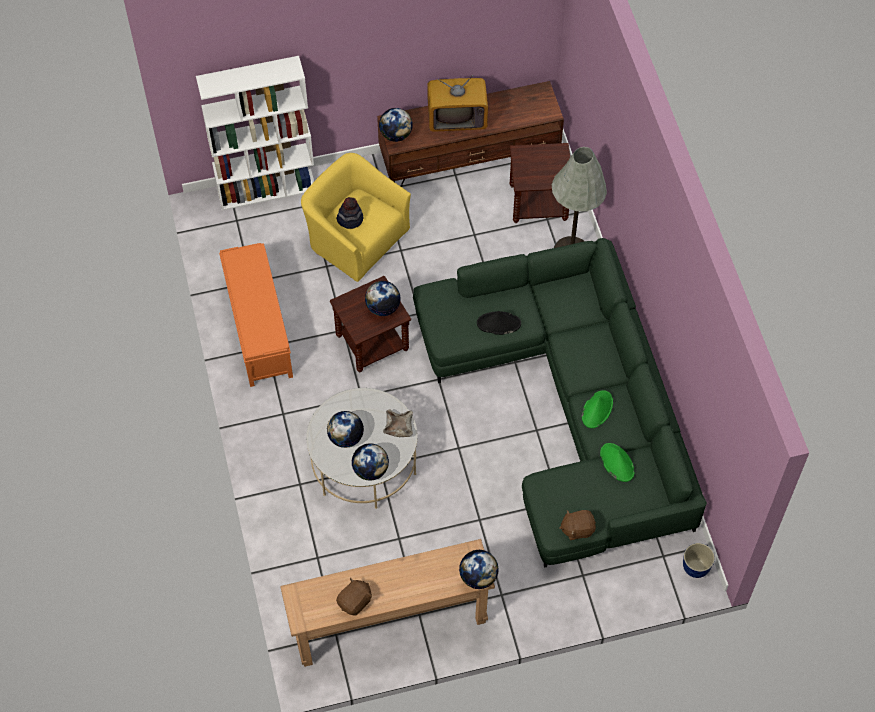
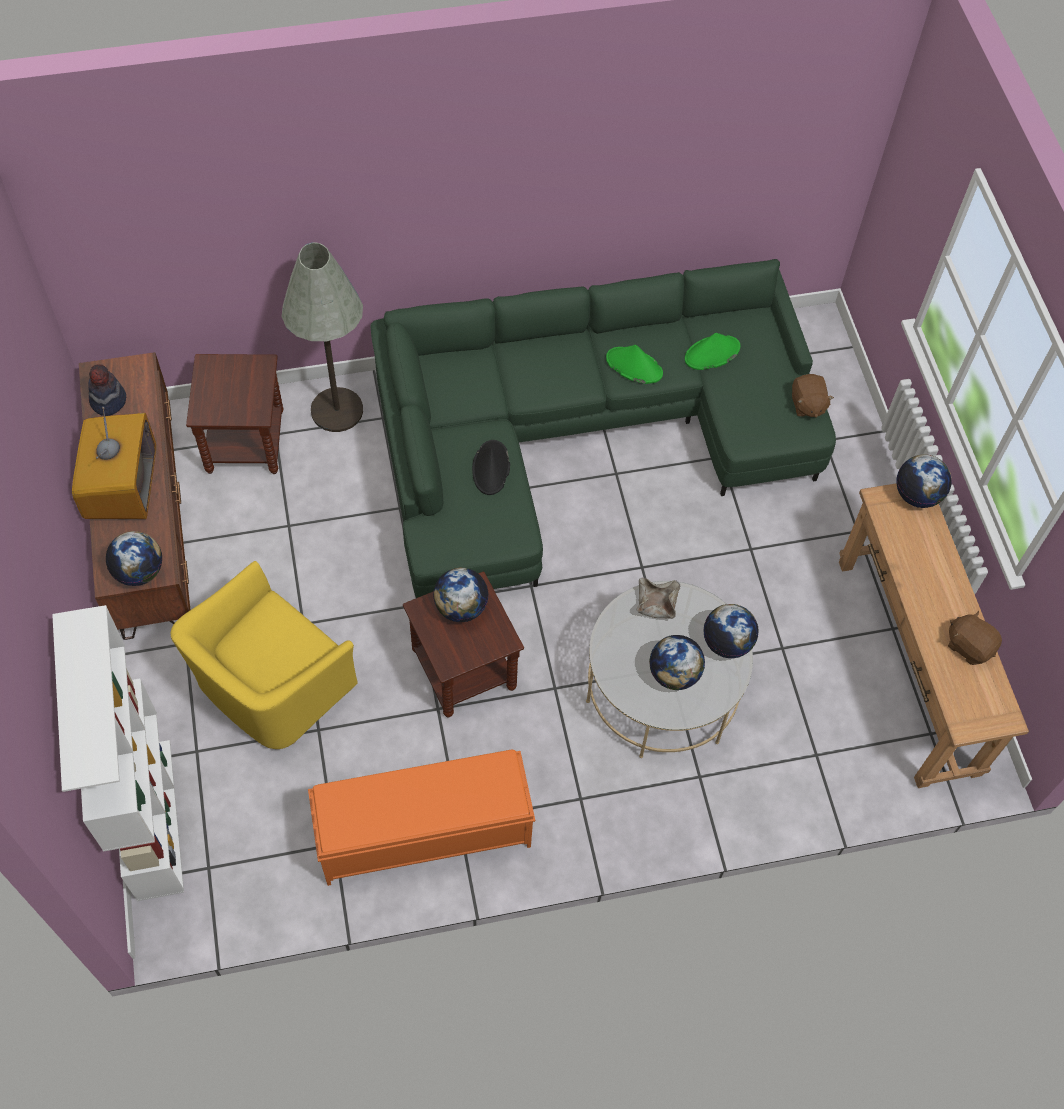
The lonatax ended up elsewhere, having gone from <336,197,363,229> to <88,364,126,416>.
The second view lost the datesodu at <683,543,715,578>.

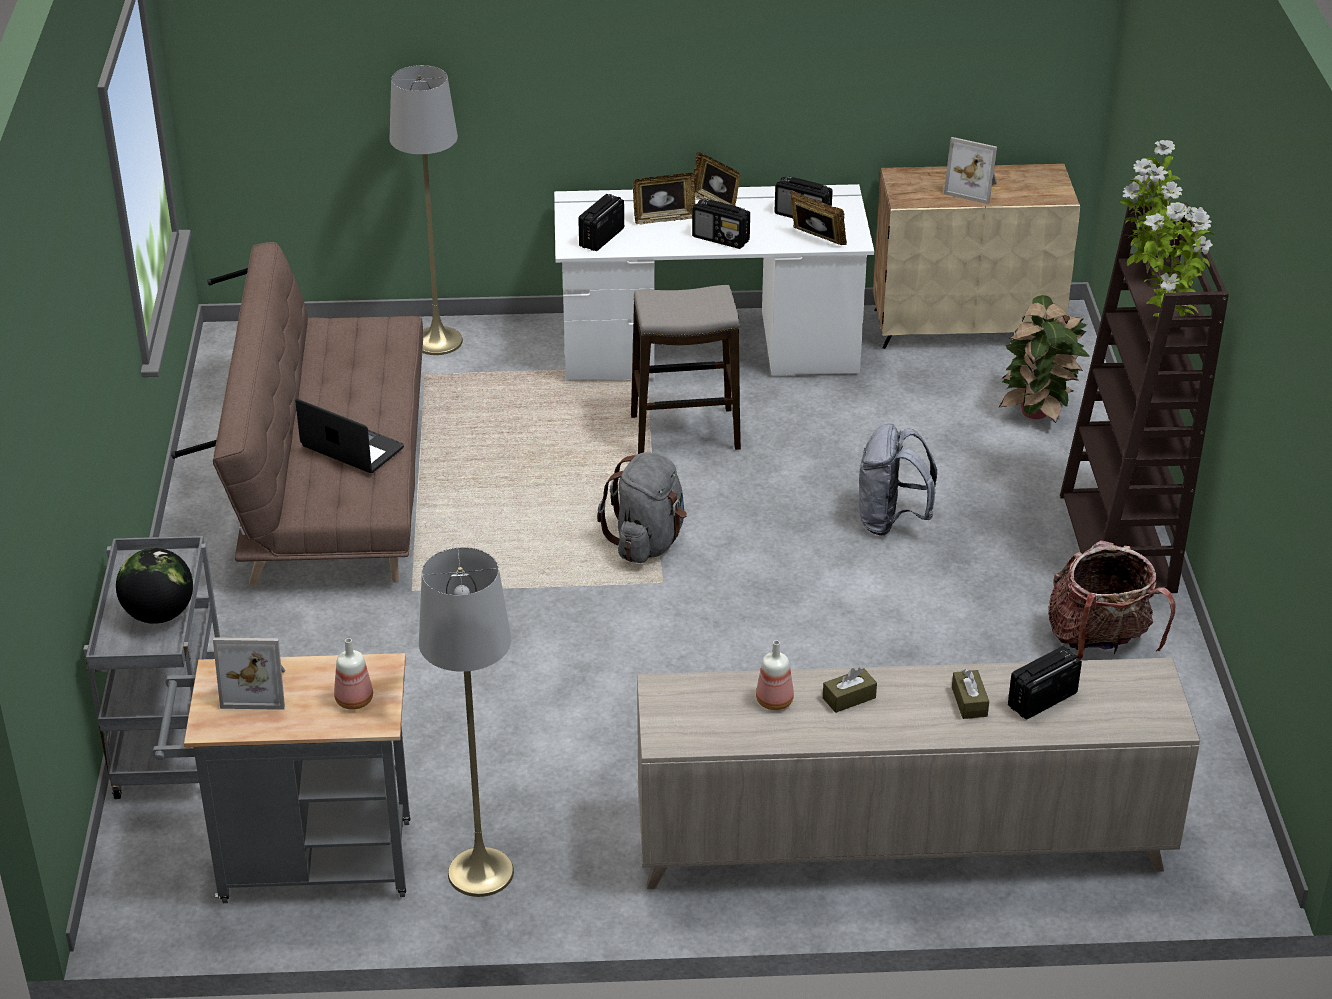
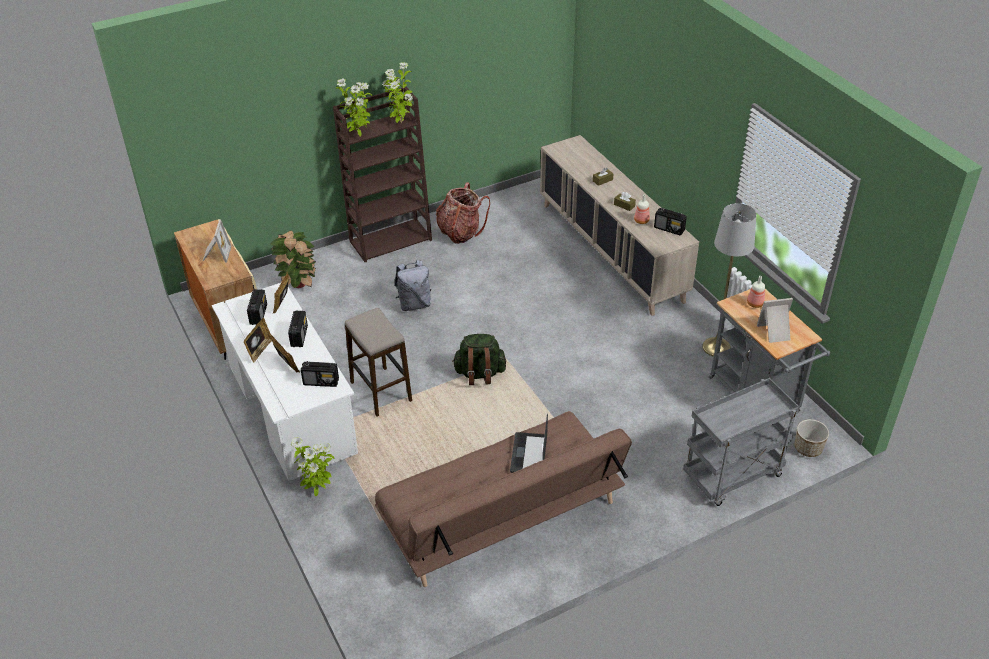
The second view lost the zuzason at <116,548,193,624>.
The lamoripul at <213,637,285,710> ended up facing another way, 75 degrees counterclockwise from before.
The second view lost the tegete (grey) at <390,65,463,355>.
What was the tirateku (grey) at <597,452,687,563> turned into the tirateku (green) at <452,334,506,385>.
The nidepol ended up elsewhere, having gone from <1008,646,1082,720> to <654,208,687,236>.
The second view gained the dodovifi at <291,437,334,496>.
The second view gained the datesodu at <795,419,829,457>.

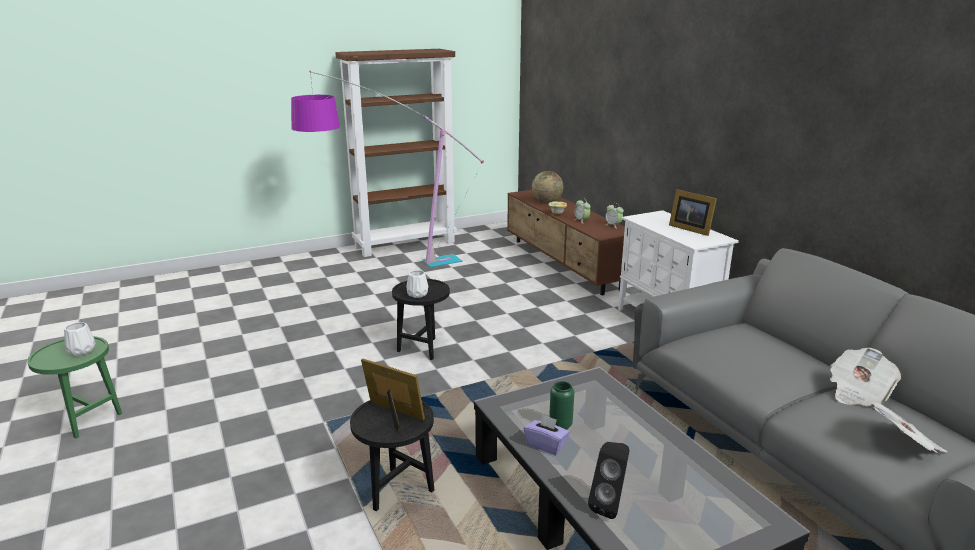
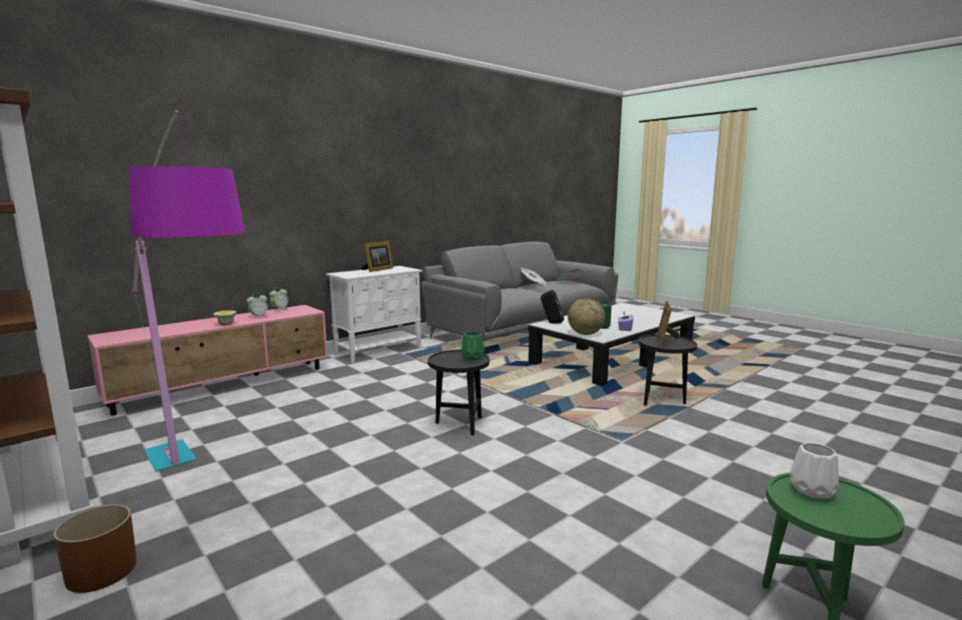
What was the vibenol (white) at <406,270,428,298> turned into the vibenol (green) at <461,332,484,360>.
What was the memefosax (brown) at <507,190,625,295> turned into the memefosax (pink) at <87,305,328,416>.
The zuzason ended up elsewhere, having gone from <532,171,563,203> to <568,298,605,335>.
The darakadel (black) ended up elsewhere, having gone from <588,442,630,519> to <541,290,564,324>.
The second view gained the datesodu (brown) at <53,504,137,593>.

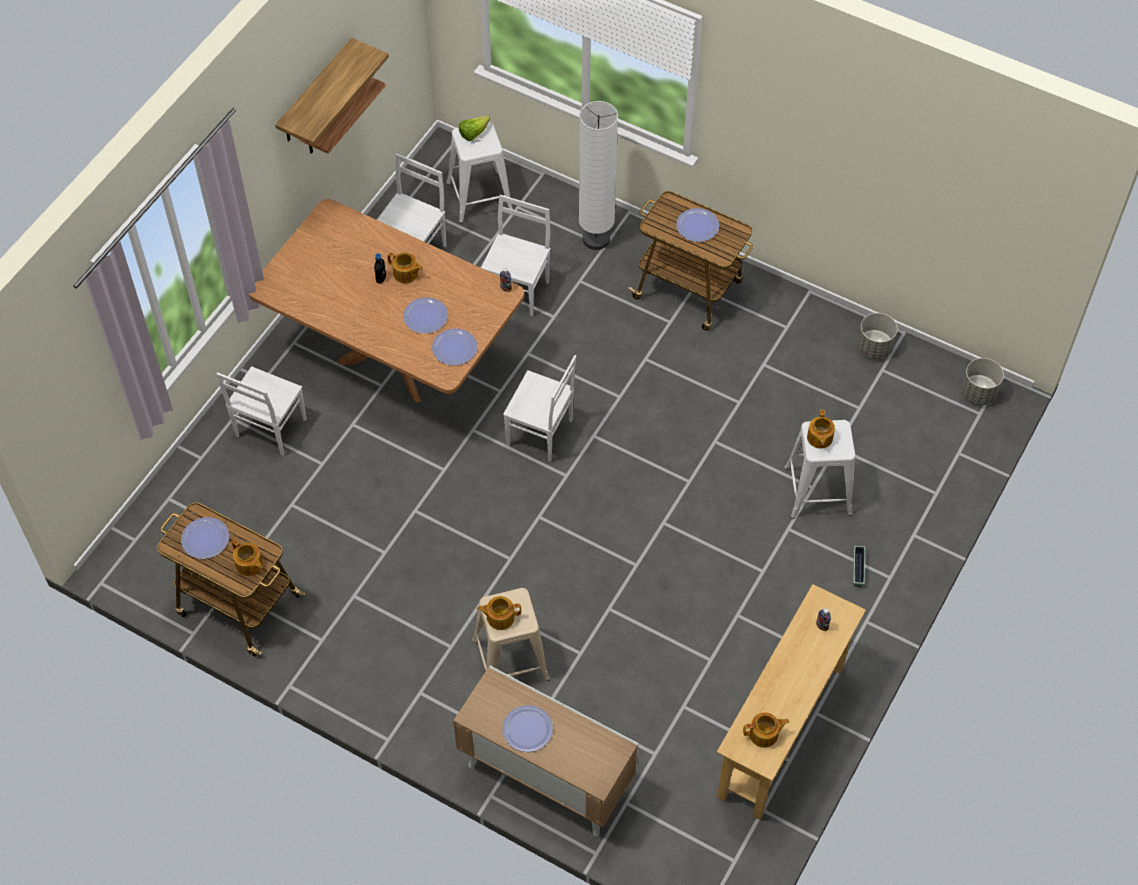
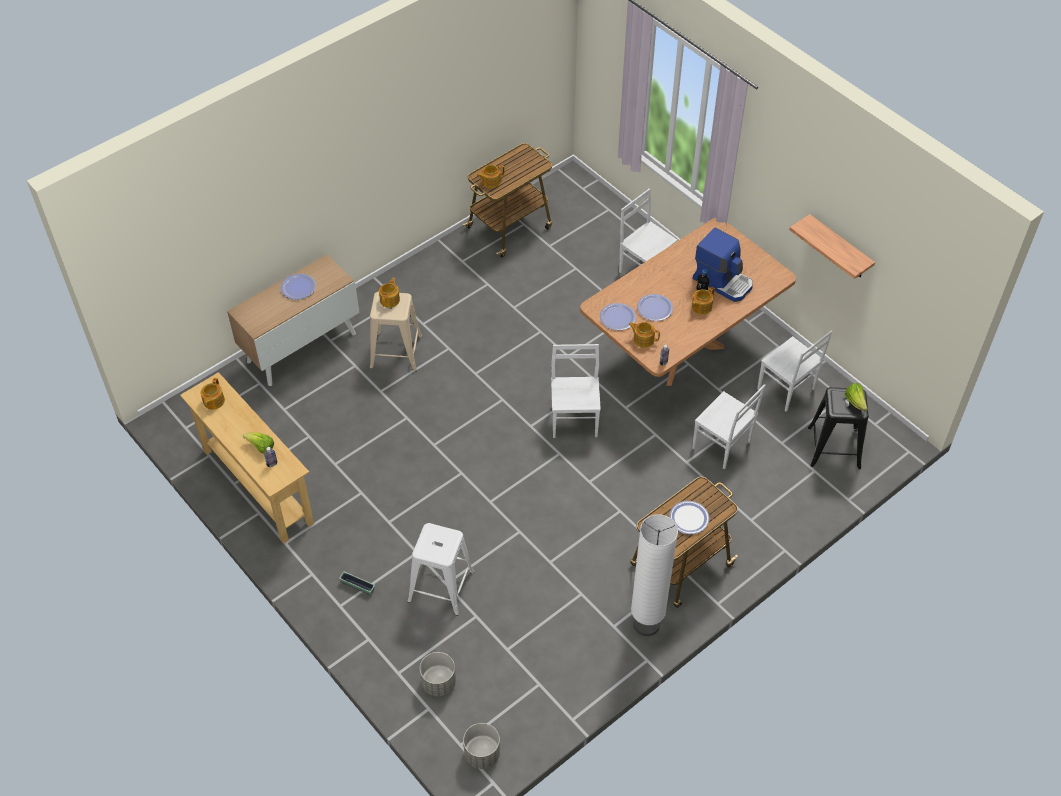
The second view lost the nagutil at <181,517,229,559>.
The second view lost the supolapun at <275,38,389,145>.
What was the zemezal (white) at <446,122,513,223> turned into the zemezal (black) at <808,387,869,470>.
The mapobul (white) at <503,355,576,462> ended up facing another way, 135 degrees clockwise from before.
The tegete (white) ended up elsewhere, having gone from <579,101,618,250> to <631,514,678,636>.
The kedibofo ended up elsewhere, having gone from <807,410,835,448> to <629,322,660,348>.
The datesodu (grey) ended up elsewhere, having gone from <857,313,898,359> to <420,652,456,696>.
The second view gained the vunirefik at <243,432,274,454>.
The second view gained the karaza at <693,228,753,302>.

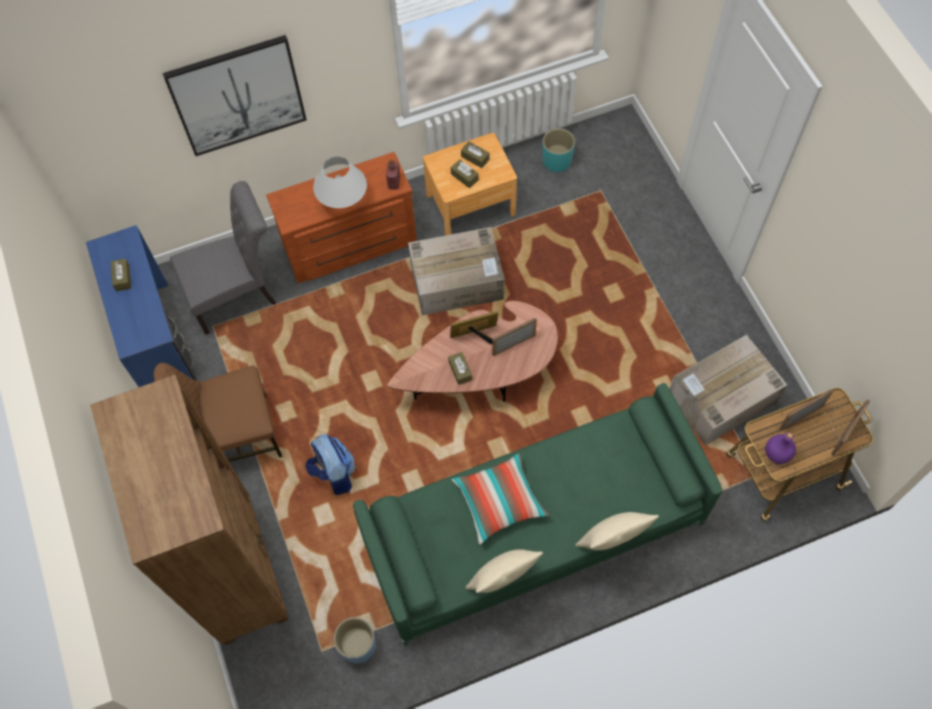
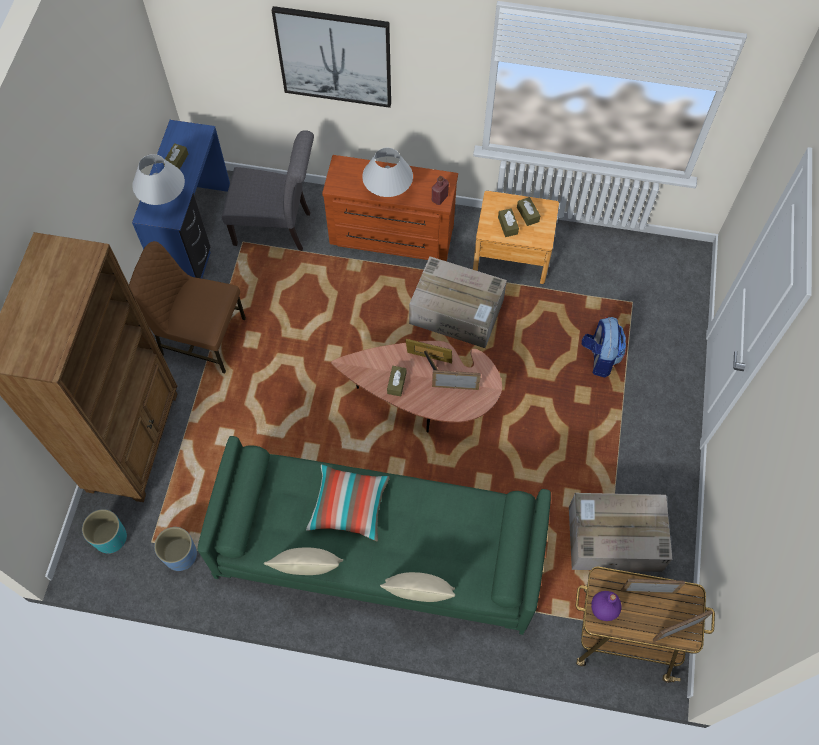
The tirateku ended up elsewhere, having gone from <306,434,355,495> to <582,317,626,378>.
The datesodu (turquoise) ended up elsewhere, having gone from <542,128,575,172> to <82,509,127,554>.
The second view gained the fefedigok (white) at <132,154,185,205>.

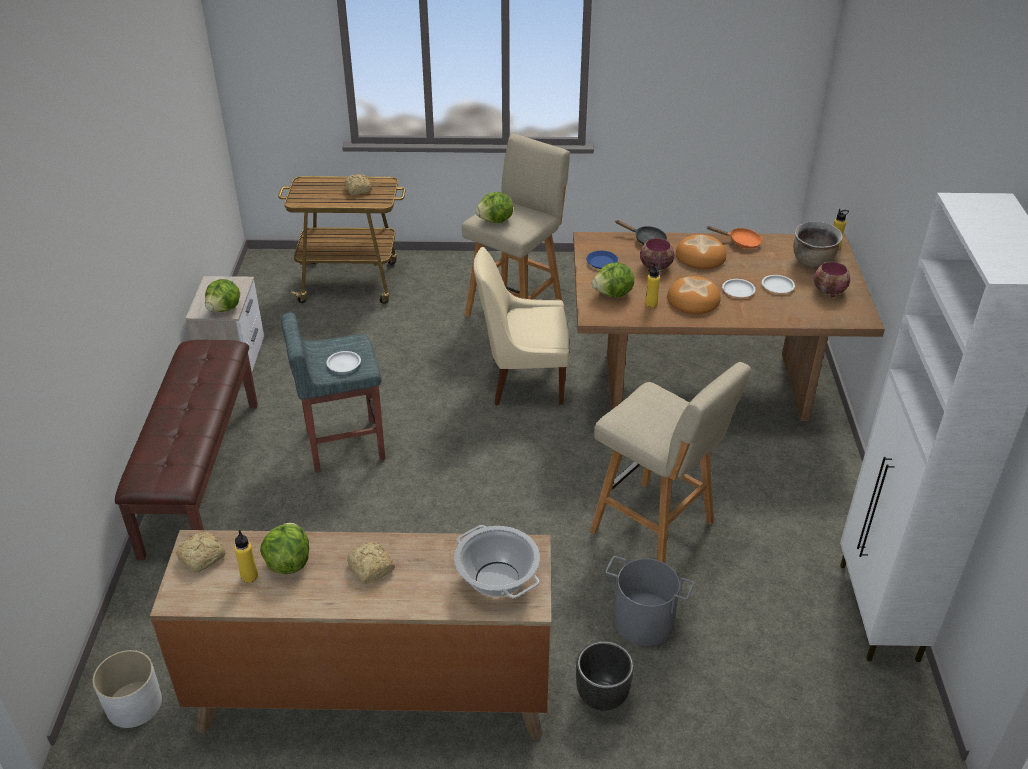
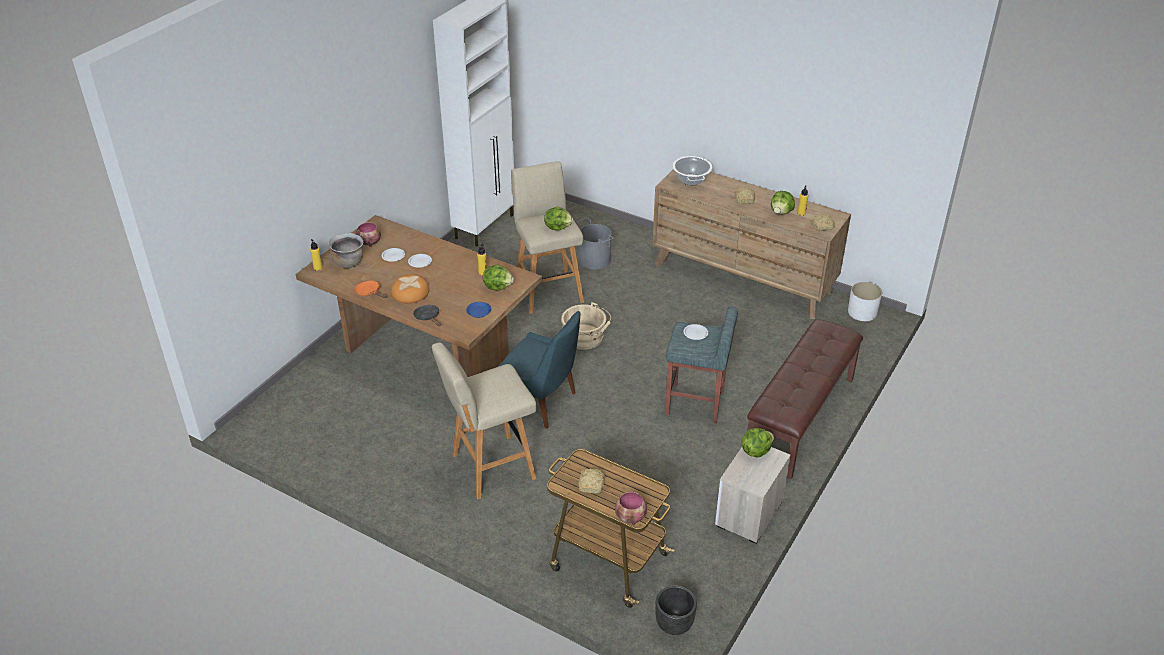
What was the mapobul (beige) at <473,247,569,406> turned into the mapobul (blue) at <500,311,581,429>.
The vunirefik ended up elsewhere, having gone from <475,192,513,223> to <544,207,573,230>.
The datesodu (black) ended up elsewhere, having gone from <576,641,634,711> to <655,585,697,635>.
The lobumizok ended up elsewhere, having gone from <640,238,675,272> to <615,492,647,525>.
The second view lost the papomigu at <667,276,720,314>.
The second view gained the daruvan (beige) at <561,302,611,350>.

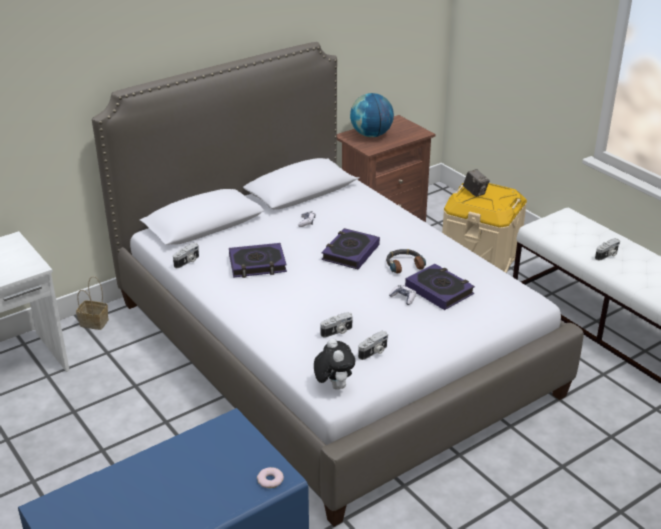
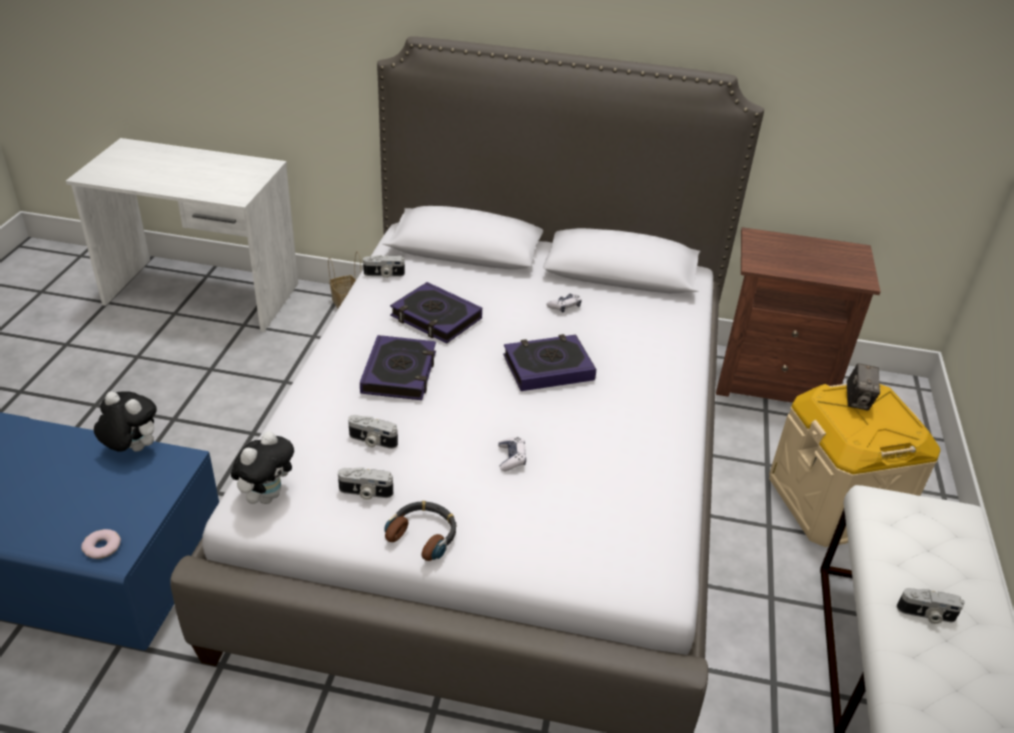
The second view lost the zuzason at <350,93,394,137>.
The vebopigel ended up elsewhere, having gone from <386,249,426,273> to <384,501,456,561>.
The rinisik ended up elsewhere, having gone from <405,264,475,310> to <360,335,436,400>.
The second view gained the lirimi at <94,391,157,452>.

